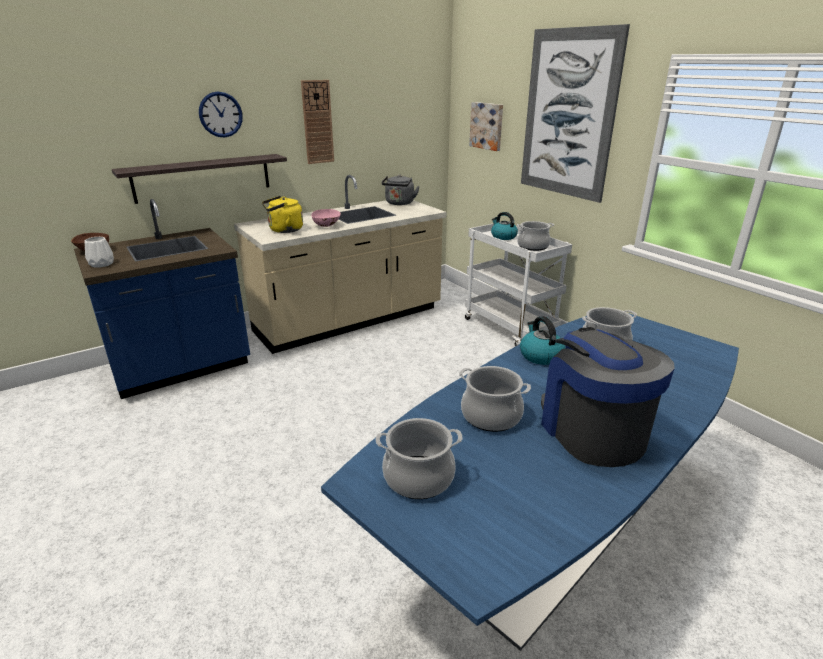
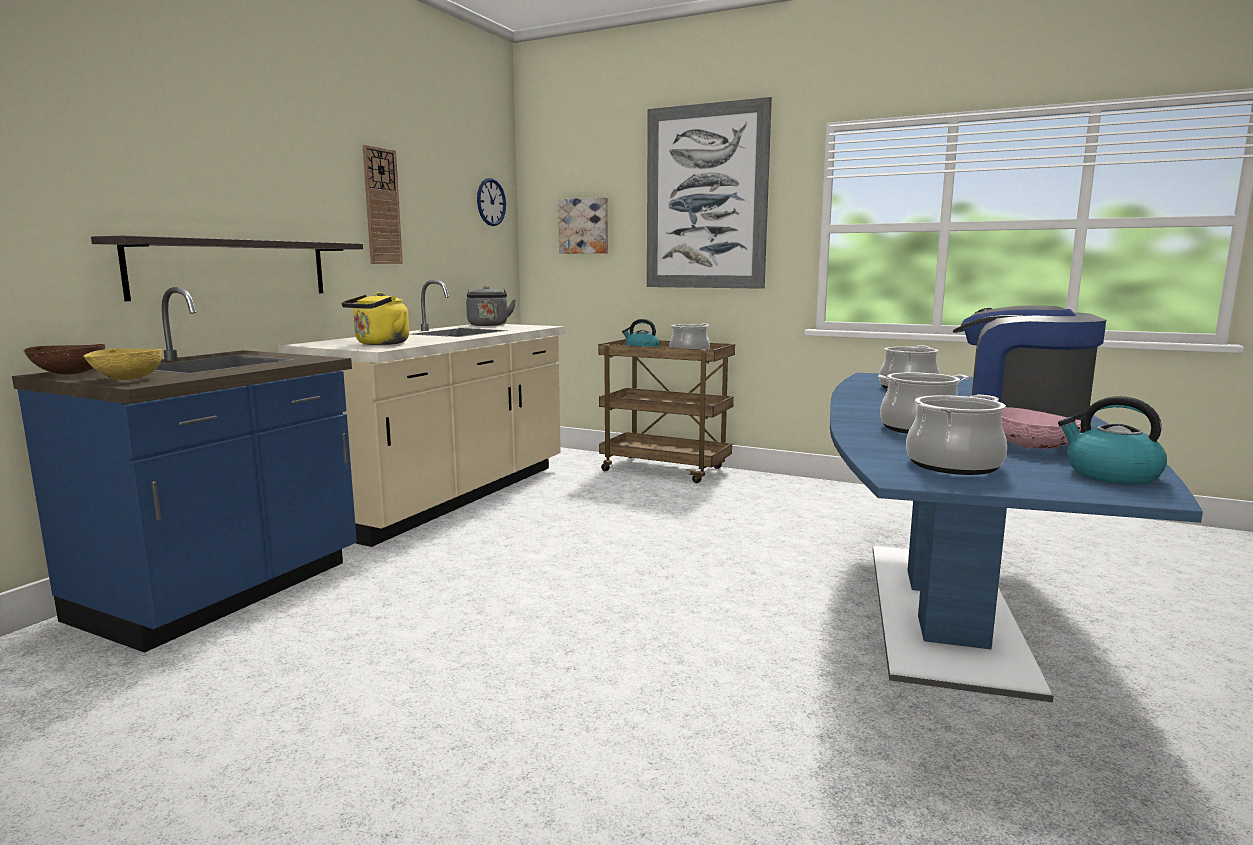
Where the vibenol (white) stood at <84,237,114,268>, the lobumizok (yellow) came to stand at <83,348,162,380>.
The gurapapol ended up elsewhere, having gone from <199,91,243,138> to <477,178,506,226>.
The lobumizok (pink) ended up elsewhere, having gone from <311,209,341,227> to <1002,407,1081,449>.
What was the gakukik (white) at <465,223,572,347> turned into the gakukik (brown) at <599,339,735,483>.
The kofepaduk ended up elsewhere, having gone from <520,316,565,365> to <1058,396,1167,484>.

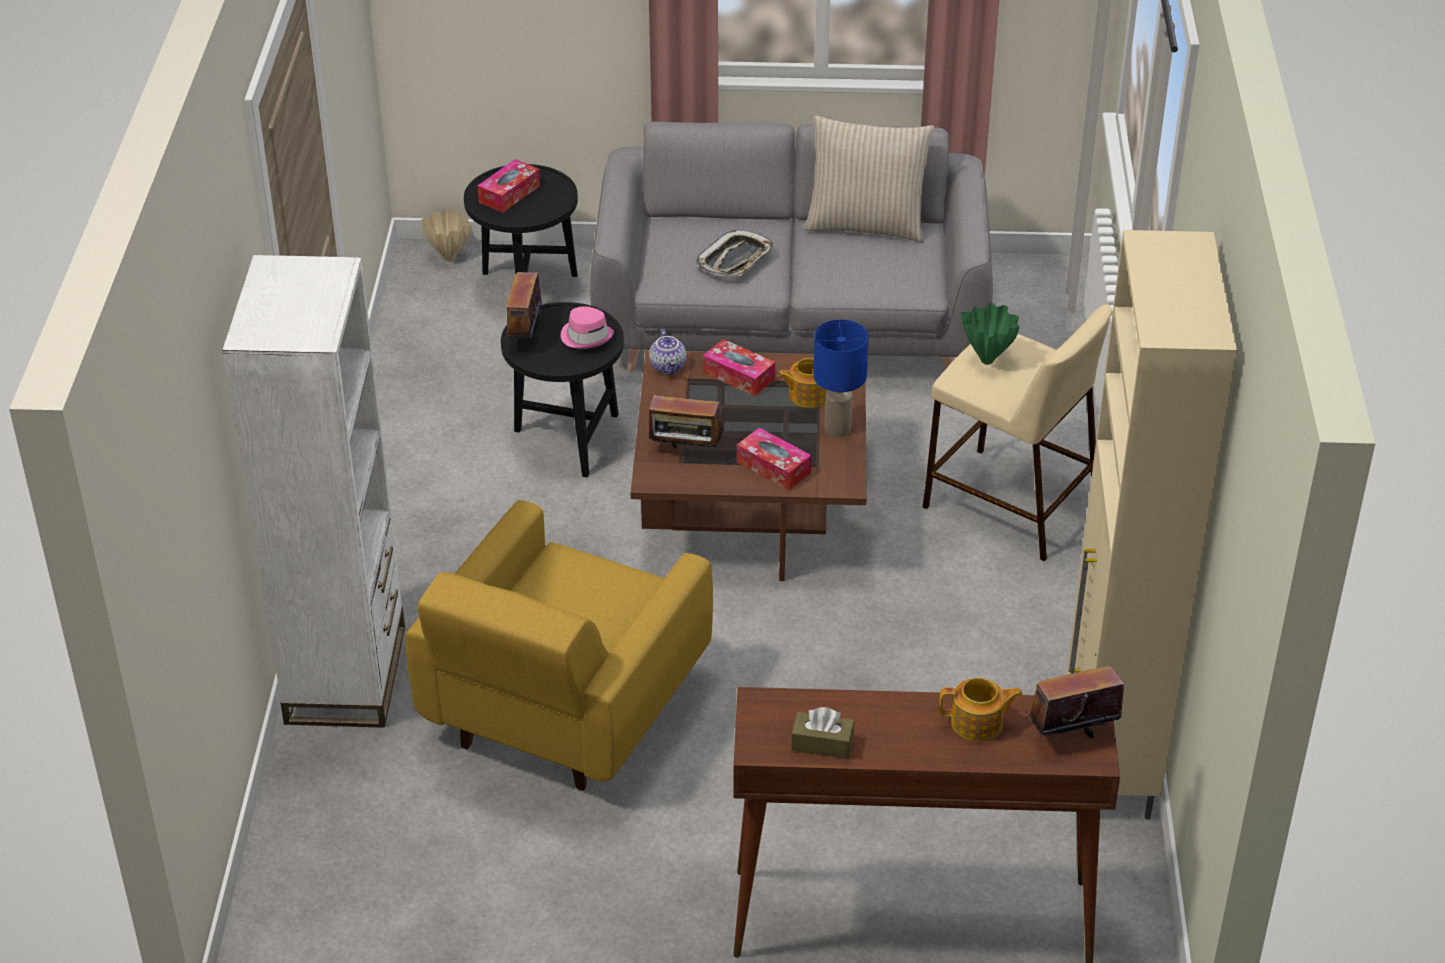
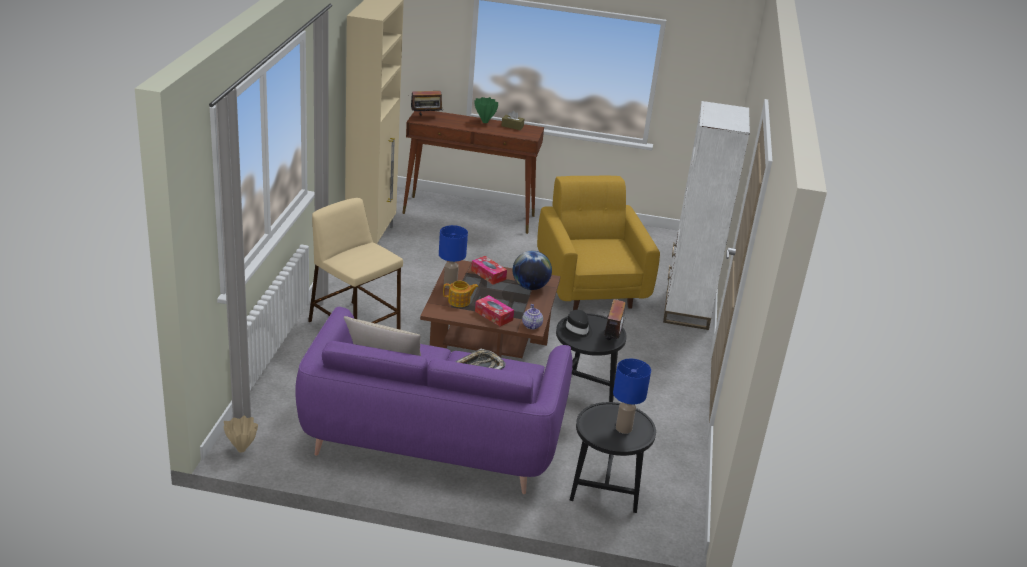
The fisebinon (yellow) at <406,500,713,791> ended up facing another way, 45 degrees counterclockwise from before.
The vibenol (beige) ended up elsewhere, having gone from <421,208,472,261> to <224,415,258,453>.
Where the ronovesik stood at <478,159,540,213>, the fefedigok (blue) came to stand at <613,359,651,434>.
What was the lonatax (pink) at <561,306,614,349> turned into the lonatax (black) at <562,310,592,340>.
What was the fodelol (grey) at <590,122,993,372> turned into the fodelol (purple) at <295,307,573,494>.
Where the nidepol stood at <648,395,723,458>, the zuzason came to stand at <513,251,552,290>.
The second view lost the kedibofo at <939,678,1023,742>.
The vibenol (green) ended up elsewhere, having gone from <961,303,1020,365> to <474,97,498,123>.

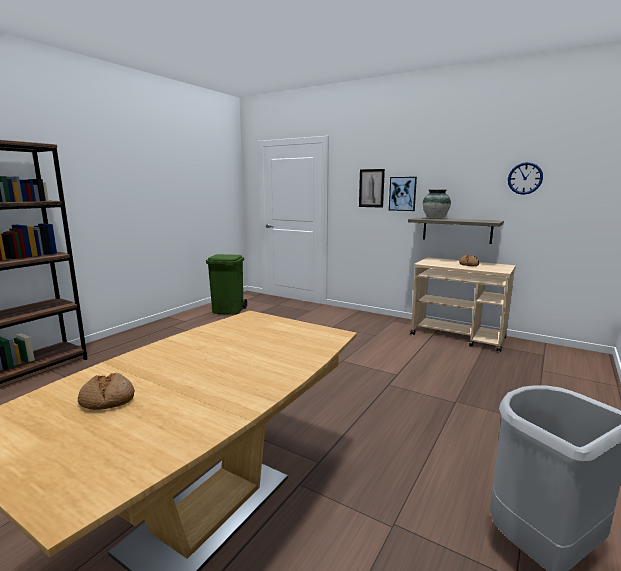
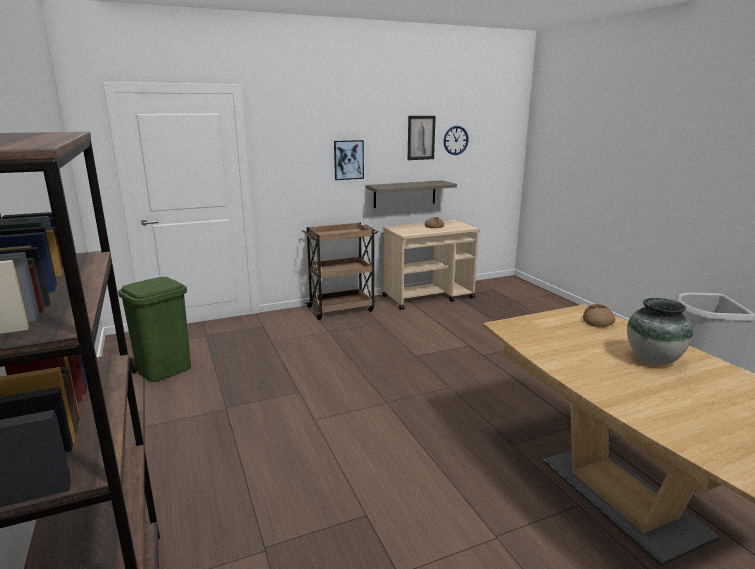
The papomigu ended up elsewhere, having gone from <78,373,135,410> to <583,304,615,327>.
The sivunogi ended up elsewhere, having gone from <359,169,385,208> to <408,116,436,160>.
The vibenol ended up elsewhere, having gone from <423,190,451,219> to <627,298,693,365>.
The second view gained the gakukik (brown) at <302,222,378,320>.

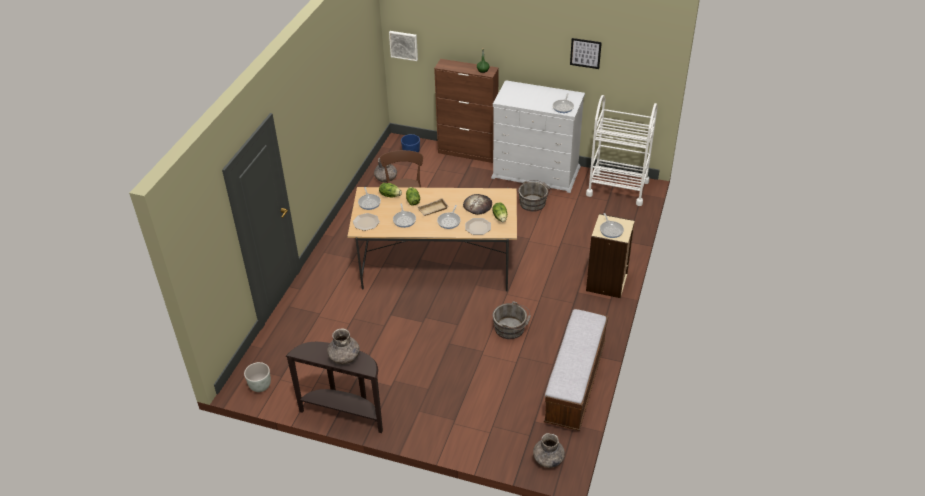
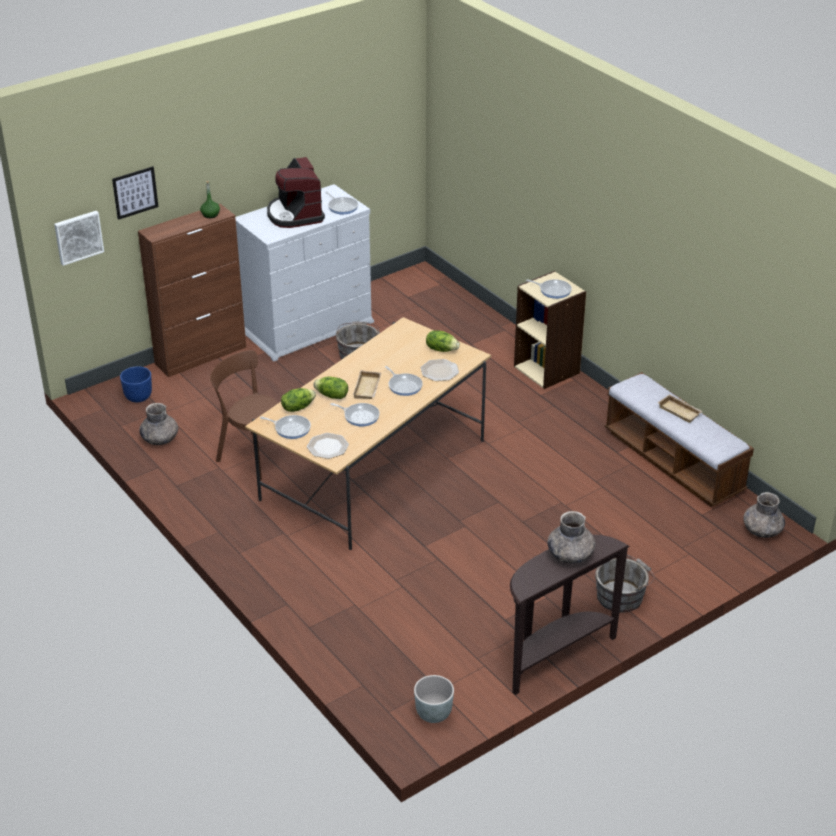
The second view lost the papomigu at <463,194,492,215>.
The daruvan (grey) ended up elsewhere, having gone from <492,301,531,339> to <595,555,655,613>.
The sivunogi ended up elsewhere, having gone from <570,38,602,69> to <112,166,158,220>.
The second view lost the gakukik (white) at <586,95,658,206>.
The second view gained the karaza at <267,157,325,228>.
The second view gained the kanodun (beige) at <658,394,703,423>.

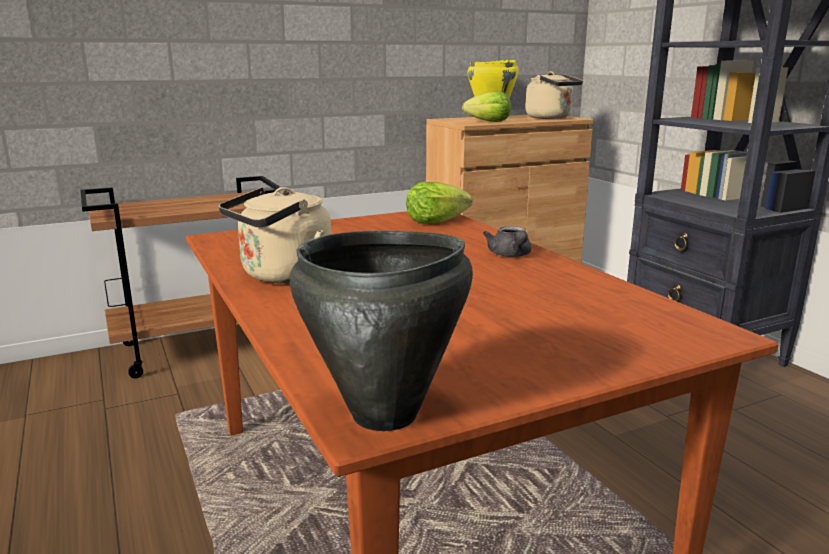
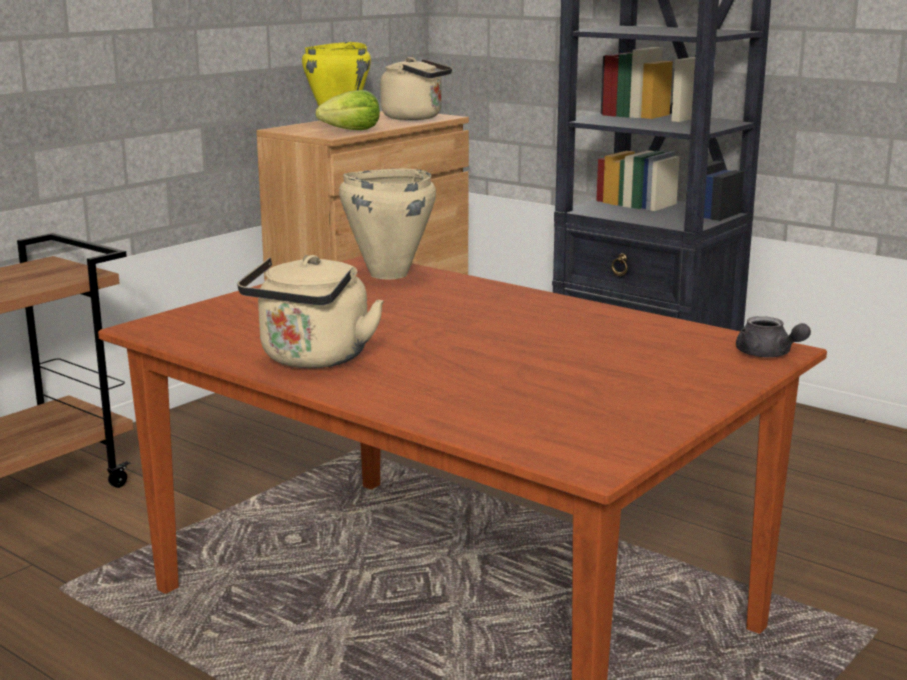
The second view lost the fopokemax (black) at <290,231,473,431>.
Where the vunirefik stood at <406,182,472,224>, the fopokemax (beige) came to stand at <339,169,436,280>.
The kedibofo (grey) ended up elsewhere, having gone from <483,226,531,257> to <736,316,811,357>.

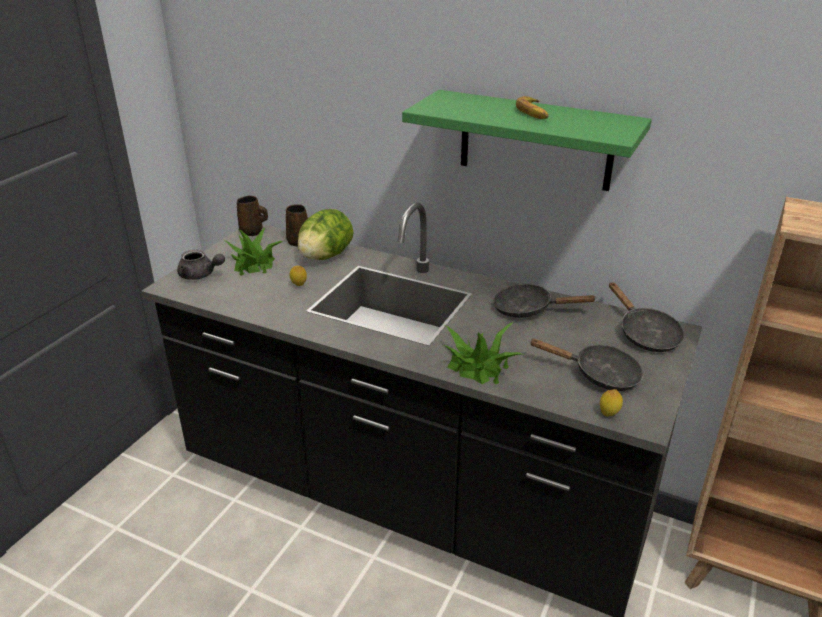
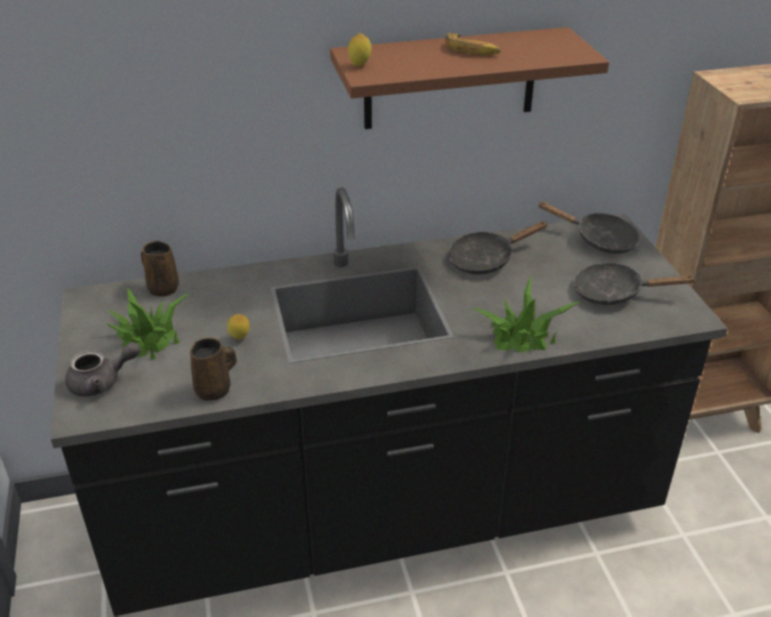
The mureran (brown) ended up elsewhere, having gone from <237,196,268,236> to <190,338,237,401>.
The second view lost the vunirefik at <298,209,354,260>.
What was the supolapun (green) at <402,90,652,191> turned into the supolapun (brown) at <330,27,609,129>.
The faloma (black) at <530,339,643,391> ended up facing another way, 150 degrees counterclockwise from before.
The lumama ended up elsewhere, having gone from <600,389,623,416> to <348,33,371,66>.

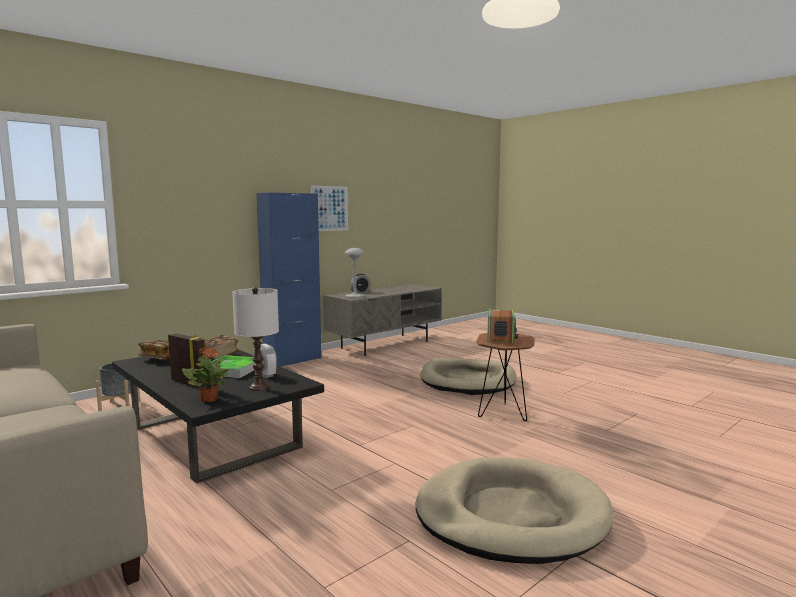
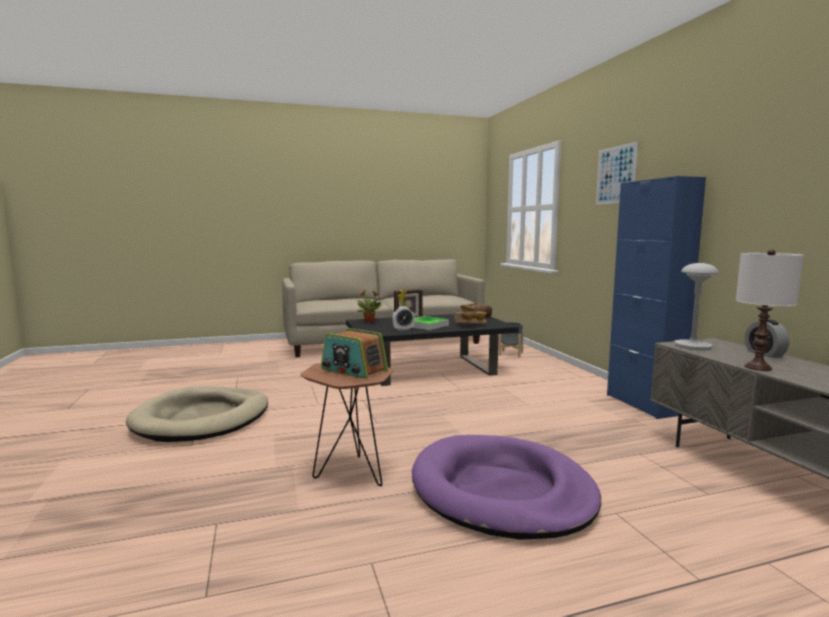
The fefedigok (white) ended up elsewhere, having gone from <232,287,279,391> to <736,249,804,371>.
The sivunogi ended up elsewhere, having gone from <311,185,348,231> to <596,142,638,205>.
What was the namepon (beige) at <420,358,516,395> turned into the namepon (purple) at <412,435,601,540>.

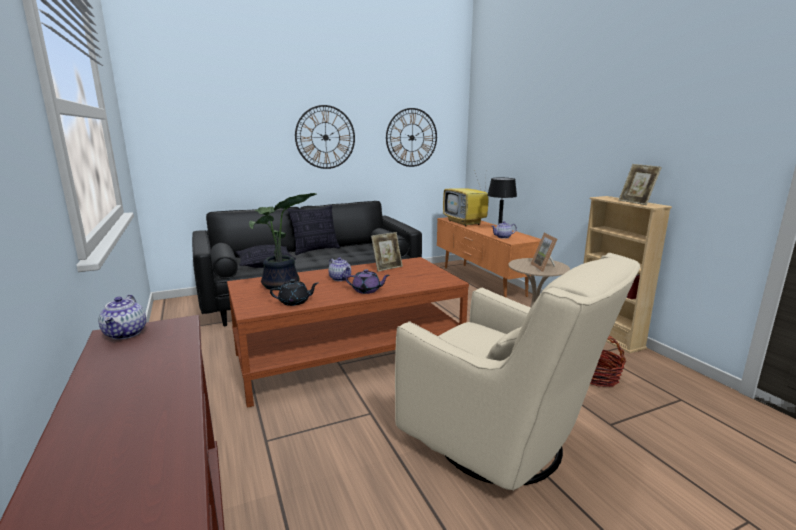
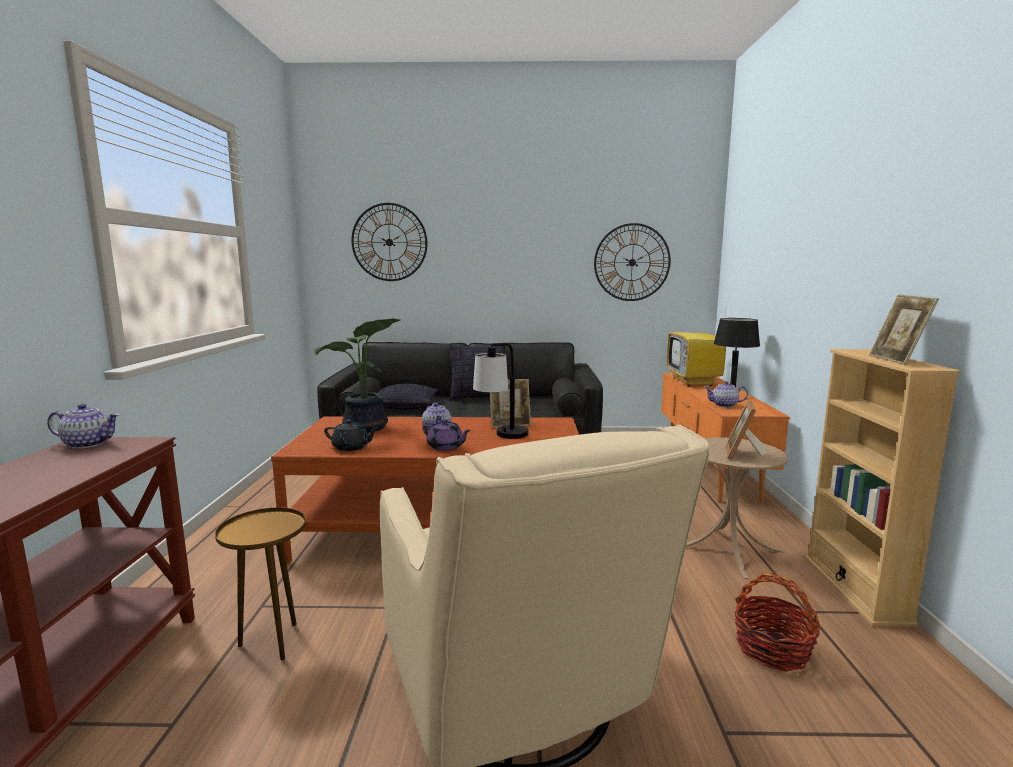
The kedibofo at <99,295,146,339> ended up facing another way, 105 degrees counterclockwise from before.
The gurapapol ended up elsewhere, having gone from <295,105,355,169> to <351,203,428,281>.
The second view gained the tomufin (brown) at <215,507,306,660>.
The second view gained the fefedigok at <473,343,528,439>.

